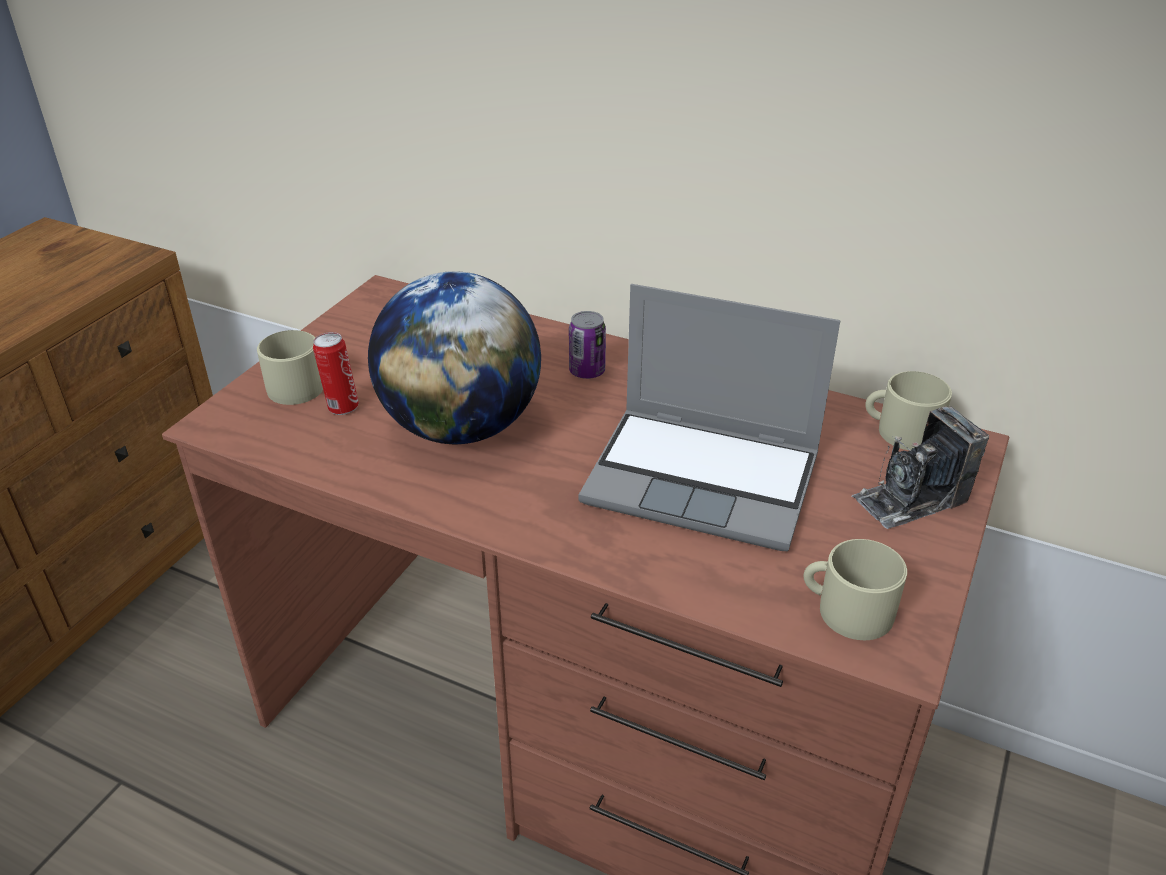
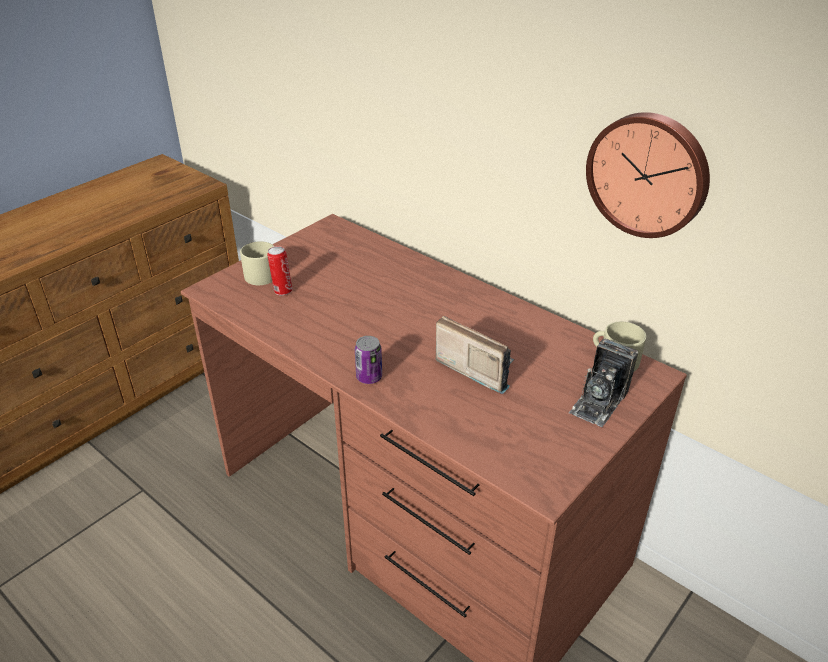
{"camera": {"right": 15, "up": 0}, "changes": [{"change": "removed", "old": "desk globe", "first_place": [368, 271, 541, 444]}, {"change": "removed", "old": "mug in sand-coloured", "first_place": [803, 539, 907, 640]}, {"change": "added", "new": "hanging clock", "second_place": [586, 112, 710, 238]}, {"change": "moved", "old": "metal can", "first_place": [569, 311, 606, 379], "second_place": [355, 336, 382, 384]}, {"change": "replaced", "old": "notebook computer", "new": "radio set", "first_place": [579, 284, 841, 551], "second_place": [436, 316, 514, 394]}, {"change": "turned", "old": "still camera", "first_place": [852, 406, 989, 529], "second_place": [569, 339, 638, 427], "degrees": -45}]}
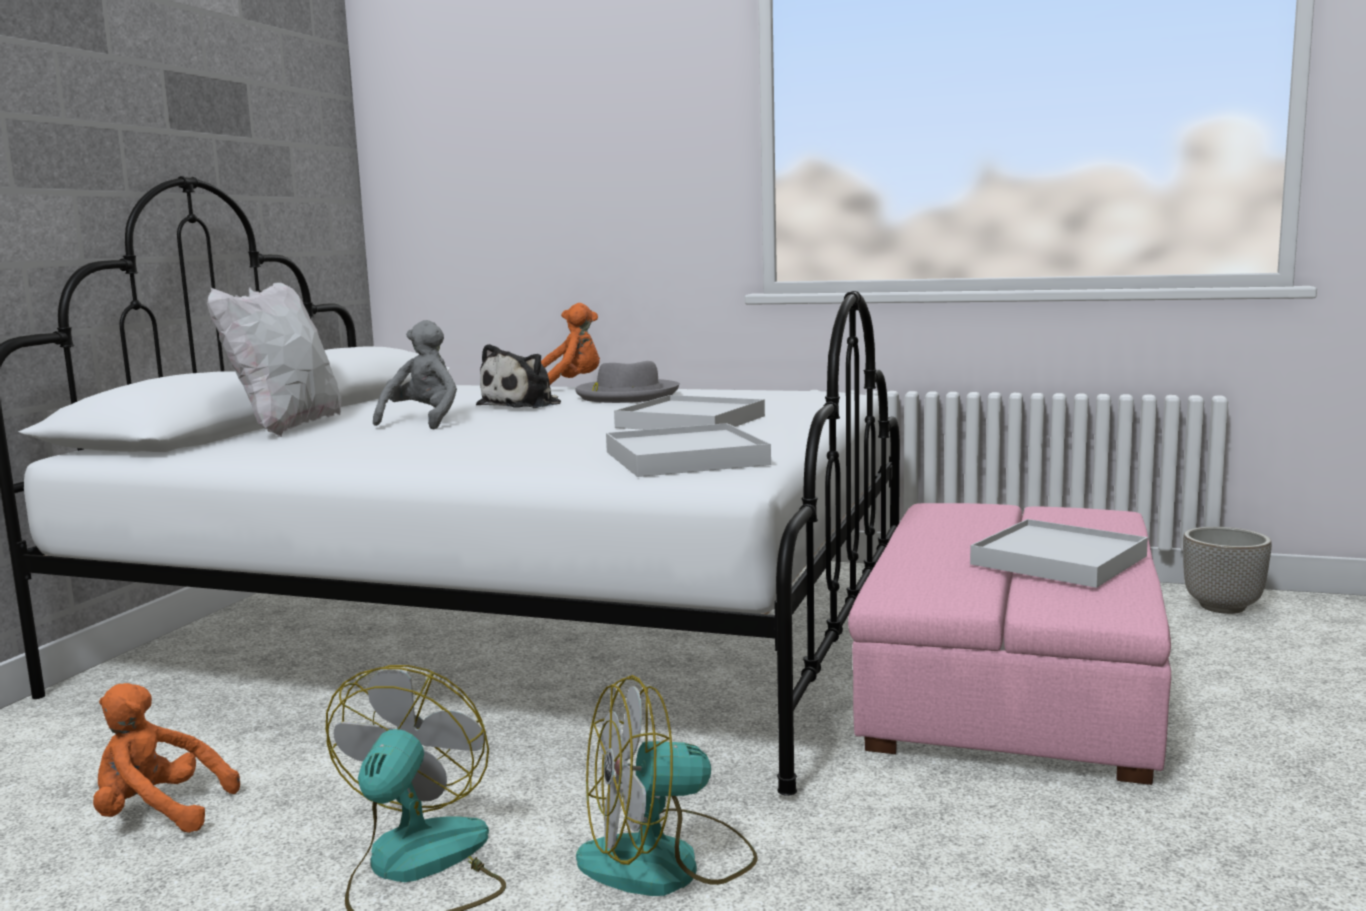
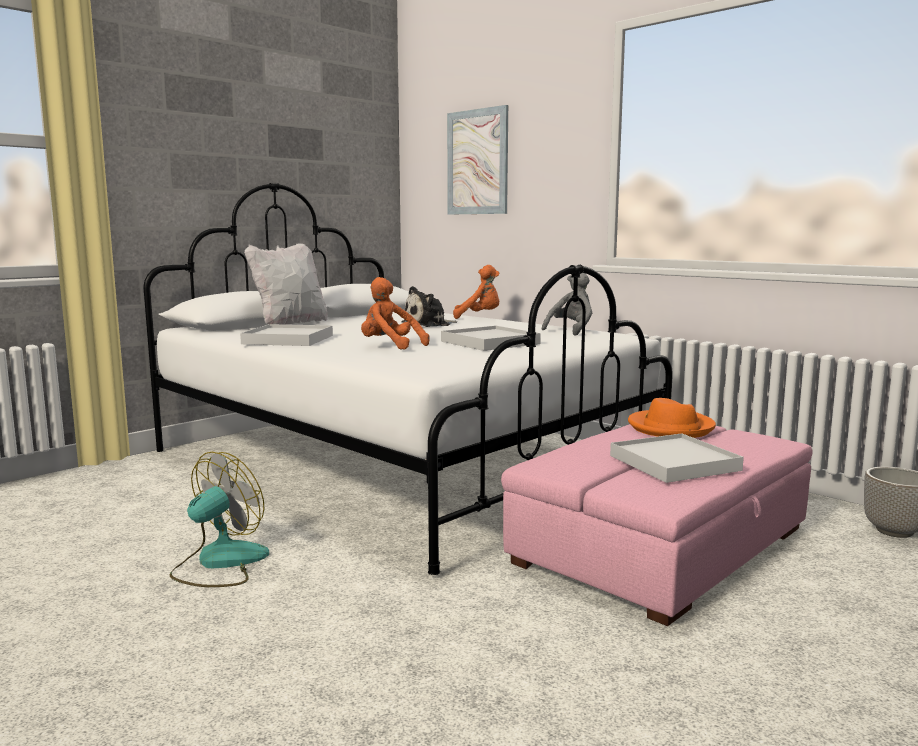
{"camera": {"right": 25, "up": 0}, "changes": [{"change": "removed", "old": "wearable hat in grey", "first_place": [575, 361, 680, 403]}, {"change": "removed", "old": "electric fan", "first_place": [576, 675, 758, 896]}, {"change": "added", "new": "picture", "second_place": [447, 105, 508, 215]}, {"change": "added", "new": "wearable hat in orange", "second_place": [628, 398, 716, 438]}, {"change": "moved", "old": "soft toy in orange", "first_place": [93, 683, 240, 833], "second_place": [361, 277, 430, 350]}, {"change": "moved", "old": "soft toy in grey", "first_place": [373, 320, 457, 429], "second_place": [542, 273, 592, 336]}, {"change": "moved", "old": "tray in whitish", "first_place": [606, 423, 771, 477], "second_place": [240, 324, 333, 346]}]}
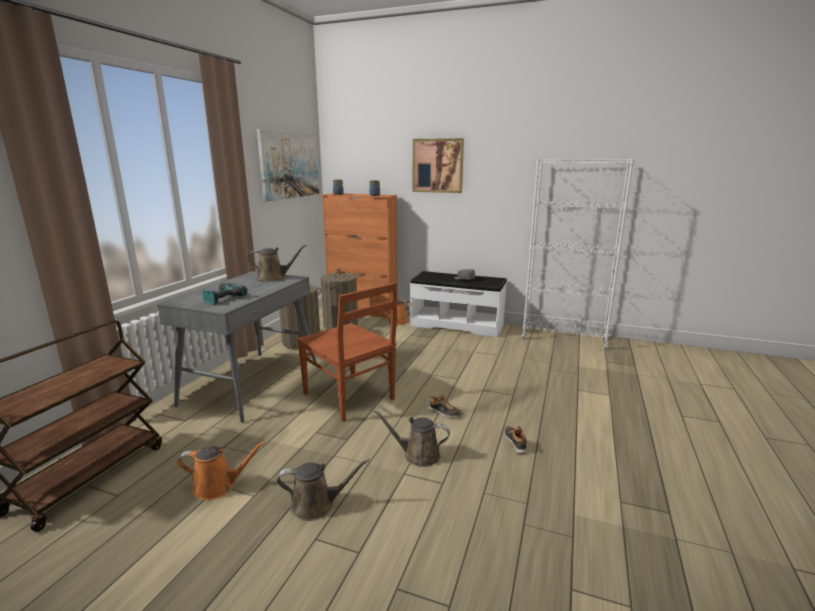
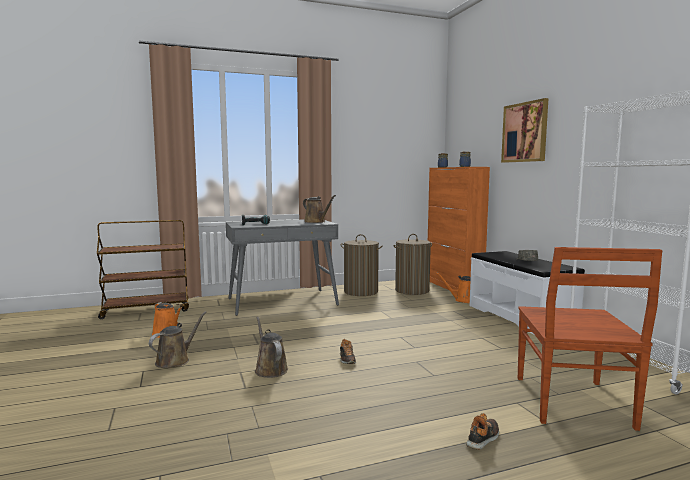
{"camera": {"right": 50, "up": -10}, "changes": [{"change": "removed", "old": "picture", "first_place": [257, 129, 319, 201]}, {"change": "moved", "old": "plain chair in brown", "first_place": [297, 282, 397, 422], "second_place": [518, 247, 663, 431]}, {"change": "moved", "old": "shoe", "first_place": [504, 426, 527, 454], "second_place": [466, 413, 499, 450]}, {"change": "turned", "old": "watering pot in brown", "first_place": [277, 459, 370, 521], "second_place": [149, 311, 207, 368], "degrees": -105}]}
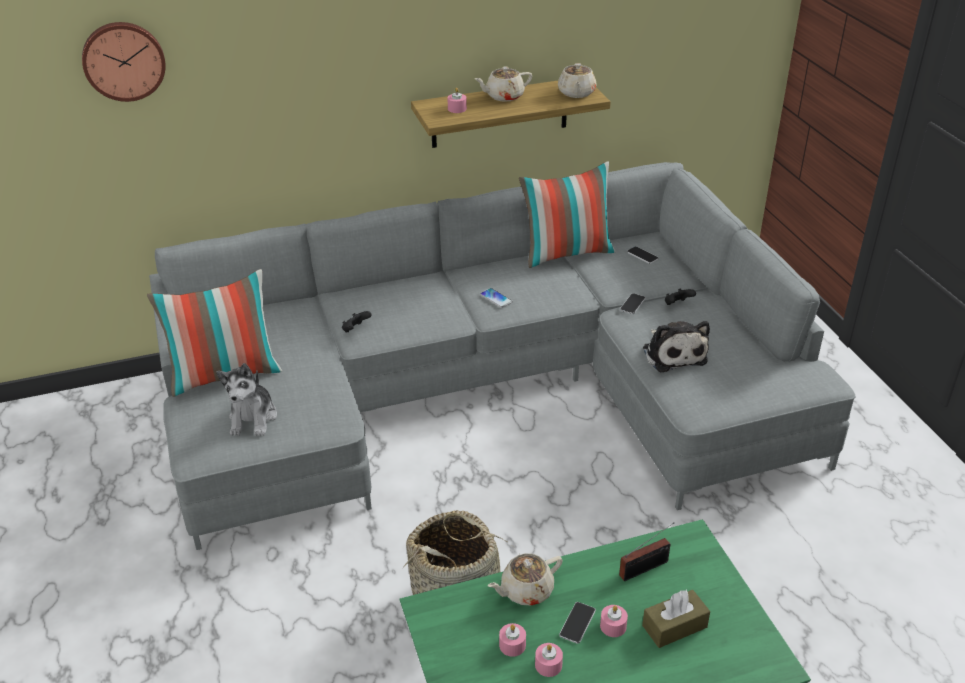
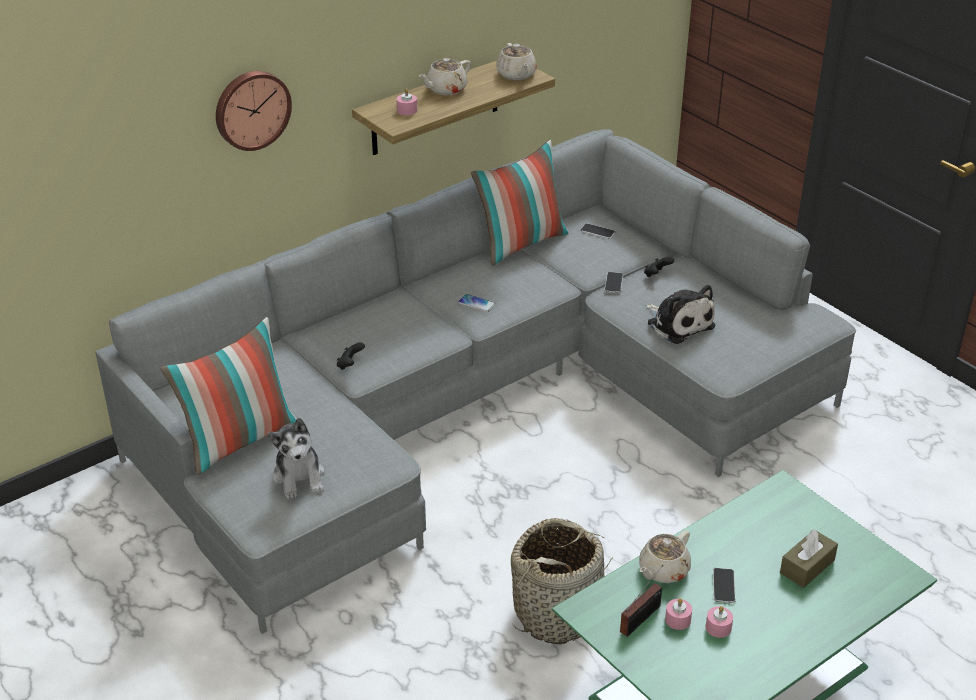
{"camera": {"right": -20, "up": 0}, "changes": [{"change": "removed", "old": "wax candle in pink-coloured", "first_place": [600, 605, 628, 637]}, {"change": "moved", "old": "hanging clock", "first_place": [82, 22, 166, 102], "second_place": [216, 71, 292, 151]}, {"change": "moved", "old": "radio set", "first_place": [619, 523, 674, 581], "second_place": [620, 565, 663, 637]}]}
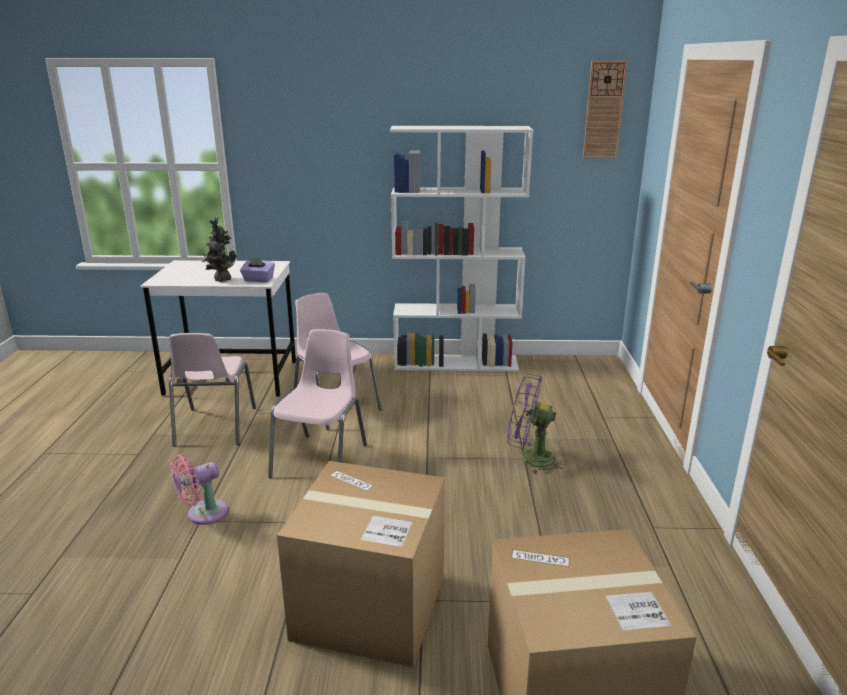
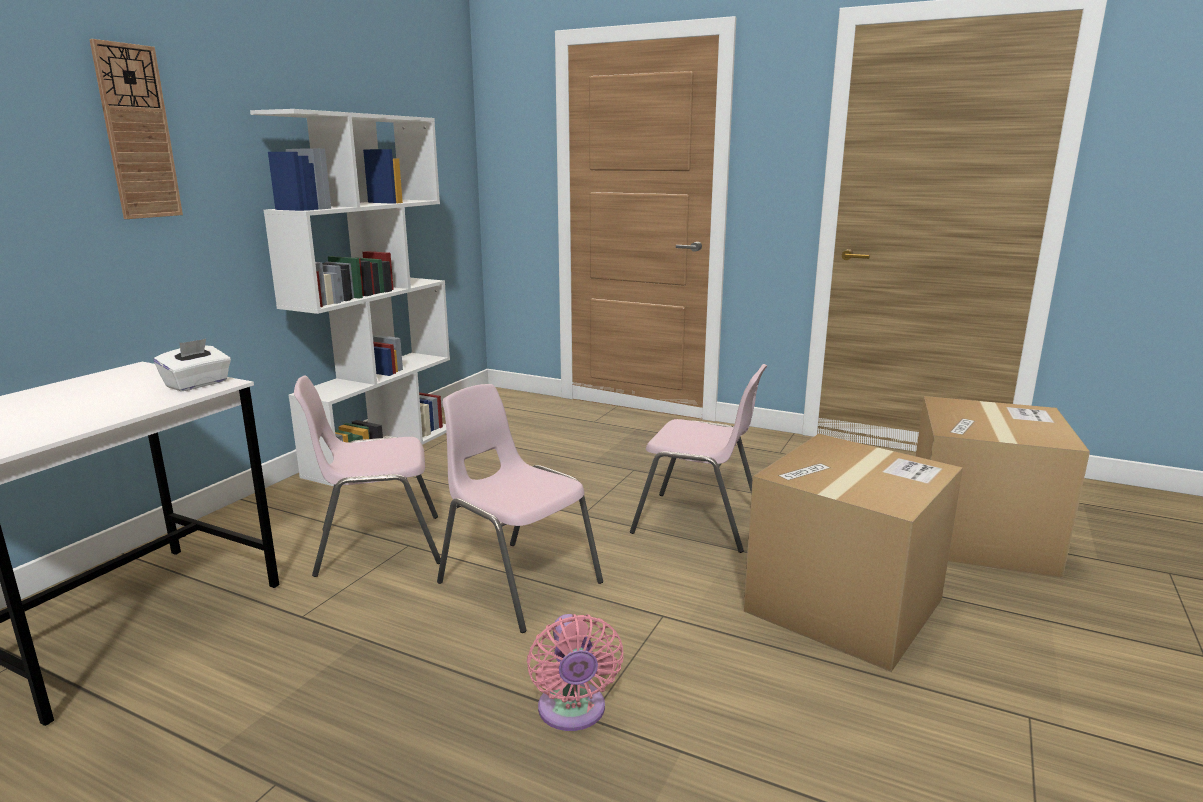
{"camera": {"right": -65, "up": -5}, "changes": [{"change": "removed", "old": "potted plant", "first_place": [202, 218, 236, 282]}, {"change": "removed", "old": "electric fan in purple-coloured", "first_place": [508, 374, 565, 474]}, {"change": "moved", "old": "plain chair in pink-coloured", "first_place": [169, 333, 256, 447], "second_place": [630, 364, 767, 553]}, {"change": "moved", "old": "hanging clock", "first_place": [583, 61, 628, 158], "second_place": [89, 39, 183, 219]}, {"change": "recoloured", "old": "box of tissues in purple-coloured", "new": "box of tissues in whitish", "first_place": [240, 258, 275, 282], "second_place": [154, 338, 231, 392]}]}
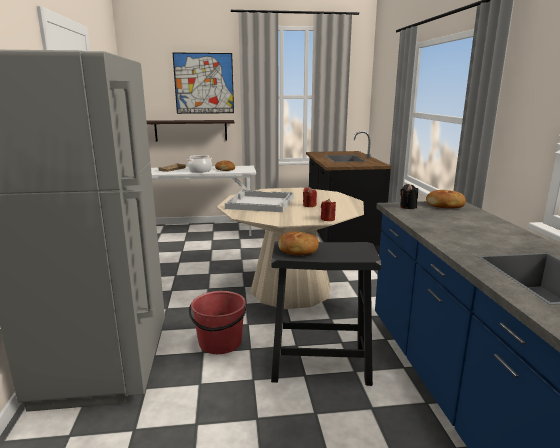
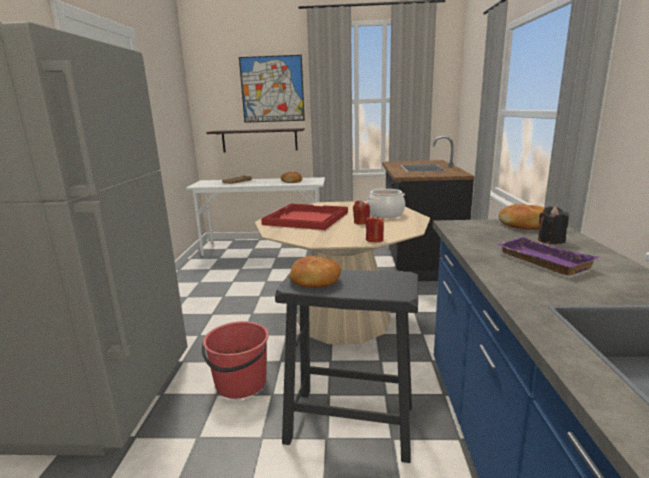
{"camera": {"right": 10, "up": 0}, "changes": [{"change": "added", "new": "tray in purple-coloured", "second_place": [496, 237, 599, 276]}, {"change": "moved", "old": "cooking pot", "first_place": [187, 155, 212, 173], "second_place": [367, 189, 405, 218]}, {"change": "moved", "old": "wax candle in black", "first_place": [400, 184, 418, 209], "second_place": [538, 206, 569, 244]}, {"change": "recoloured", "old": "tray in whitish", "new": "tray in red", "first_place": [225, 190, 294, 212], "second_place": [261, 204, 348, 230]}]}
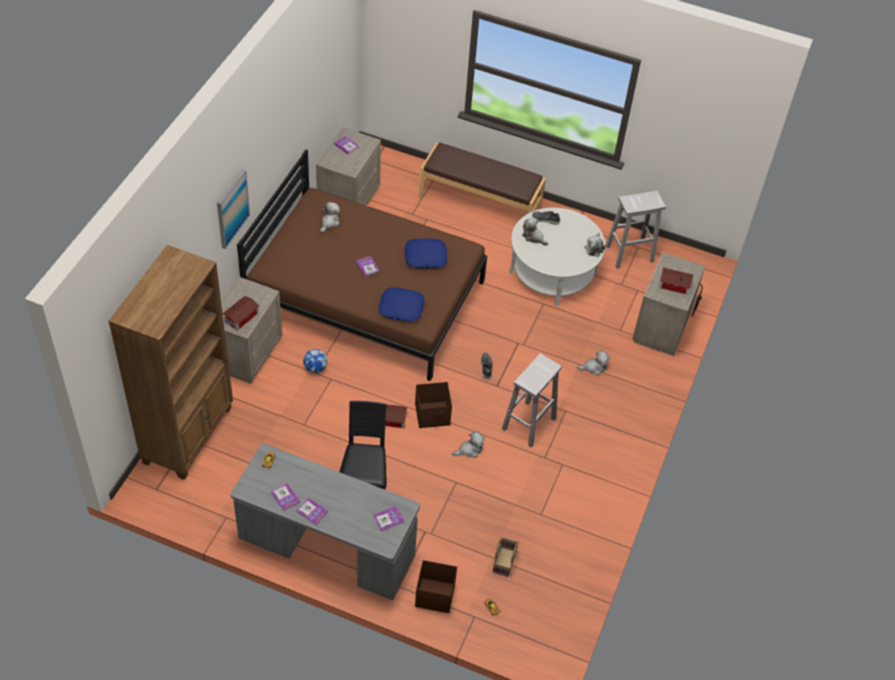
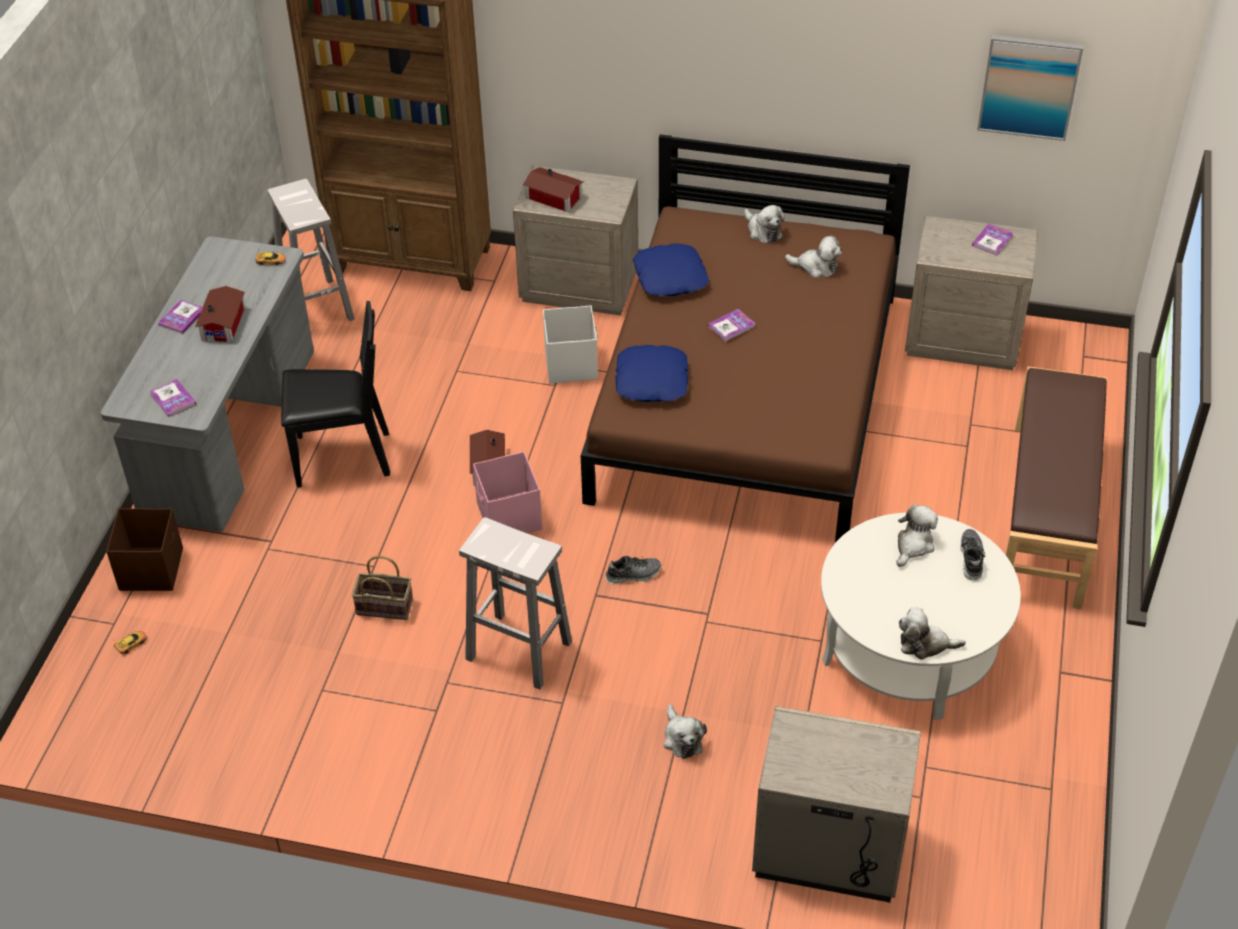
{"camera": {"right": 85, "up": -5}, "changes": [{"change": "removed", "old": "bound book", "first_place": [271, 483, 300, 511]}, {"change": "moved", "old": "picture", "first_place": [217, 169, 250, 249], "second_place": [977, 35, 1084, 141]}, {"change": "moved", "old": "pillow in bluish", "first_place": [404, 239, 447, 269], "second_place": [633, 244, 709, 296]}, {"change": "moved", "old": "soft toy", "first_place": [452, 431, 485, 458], "second_place": [744, 205, 785, 243]}, {"change": "moved", "old": "household basket", "first_place": [493, 537, 519, 577], "second_place": [352, 555, 413, 620]}, {"change": "moved", "old": "stool in whitish", "first_place": [606, 191, 666, 269], "second_place": [268, 179, 355, 321]}, {"change": "moved", "old": "miniature house", "first_place": [659, 268, 693, 295], "second_place": [195, 286, 245, 342]}, {"change": "replaced", "old": "football", "new": "storage bin in whitish", "first_place": [303, 349, 327, 373], "second_place": [543, 305, 598, 384]}, {"change": "recoloured", "old": "storage bin in brown", "new": "storage bin in pink-coloured", "first_place": [415, 382, 452, 428], "second_place": [473, 451, 542, 533]}]}
